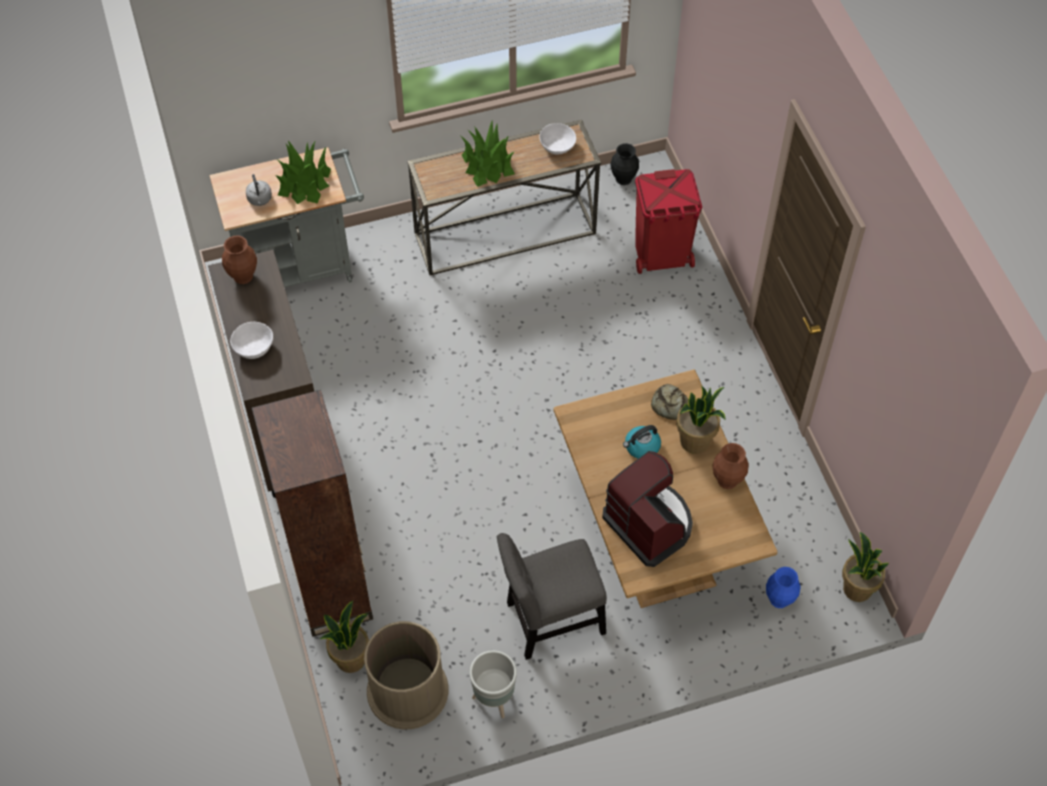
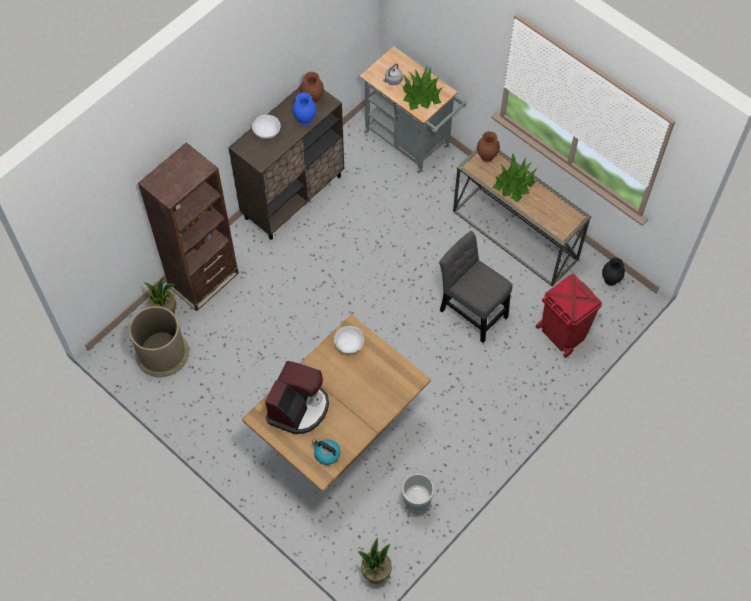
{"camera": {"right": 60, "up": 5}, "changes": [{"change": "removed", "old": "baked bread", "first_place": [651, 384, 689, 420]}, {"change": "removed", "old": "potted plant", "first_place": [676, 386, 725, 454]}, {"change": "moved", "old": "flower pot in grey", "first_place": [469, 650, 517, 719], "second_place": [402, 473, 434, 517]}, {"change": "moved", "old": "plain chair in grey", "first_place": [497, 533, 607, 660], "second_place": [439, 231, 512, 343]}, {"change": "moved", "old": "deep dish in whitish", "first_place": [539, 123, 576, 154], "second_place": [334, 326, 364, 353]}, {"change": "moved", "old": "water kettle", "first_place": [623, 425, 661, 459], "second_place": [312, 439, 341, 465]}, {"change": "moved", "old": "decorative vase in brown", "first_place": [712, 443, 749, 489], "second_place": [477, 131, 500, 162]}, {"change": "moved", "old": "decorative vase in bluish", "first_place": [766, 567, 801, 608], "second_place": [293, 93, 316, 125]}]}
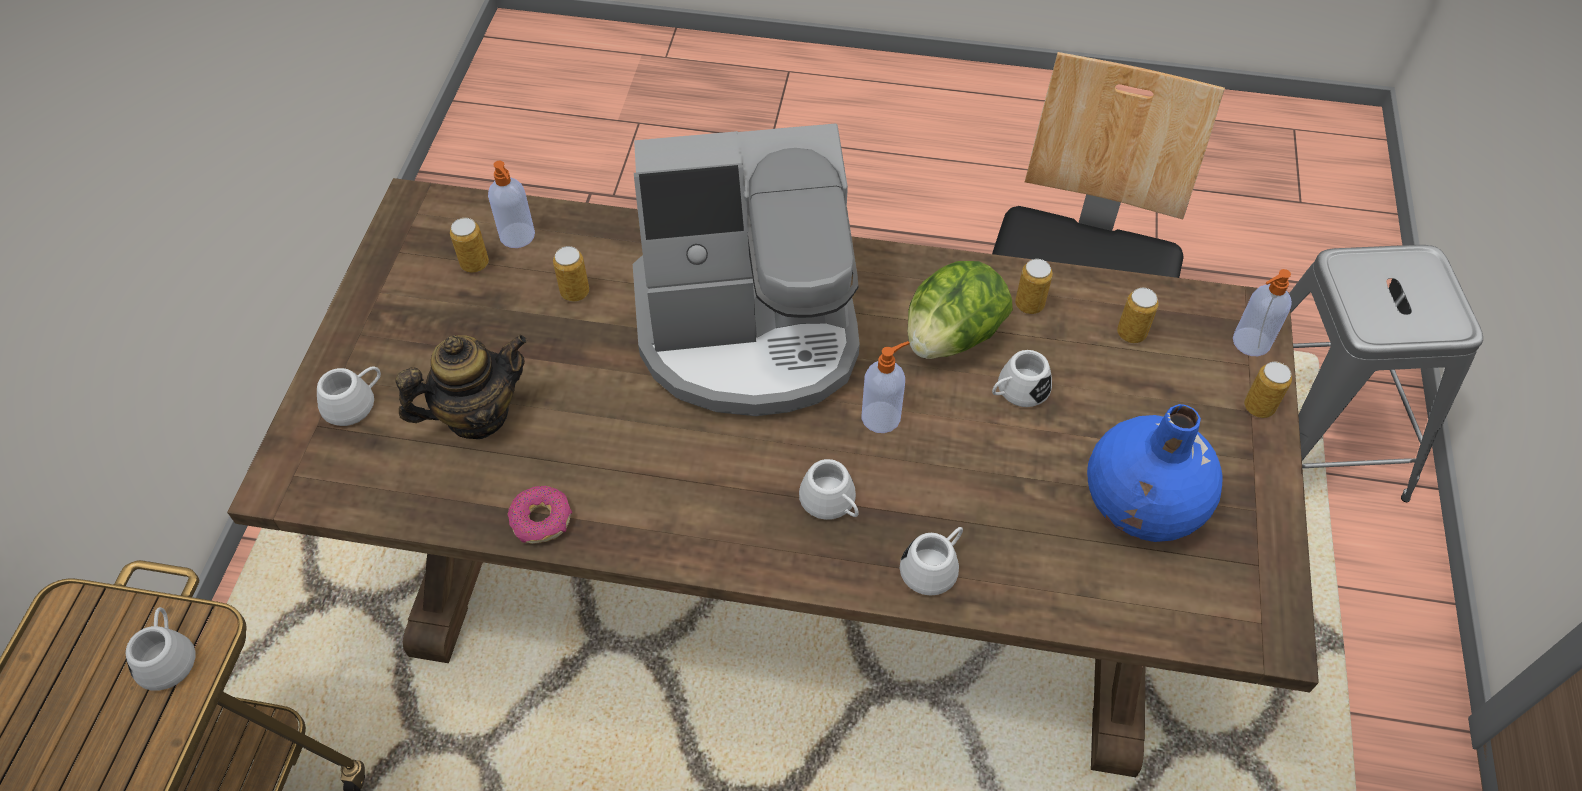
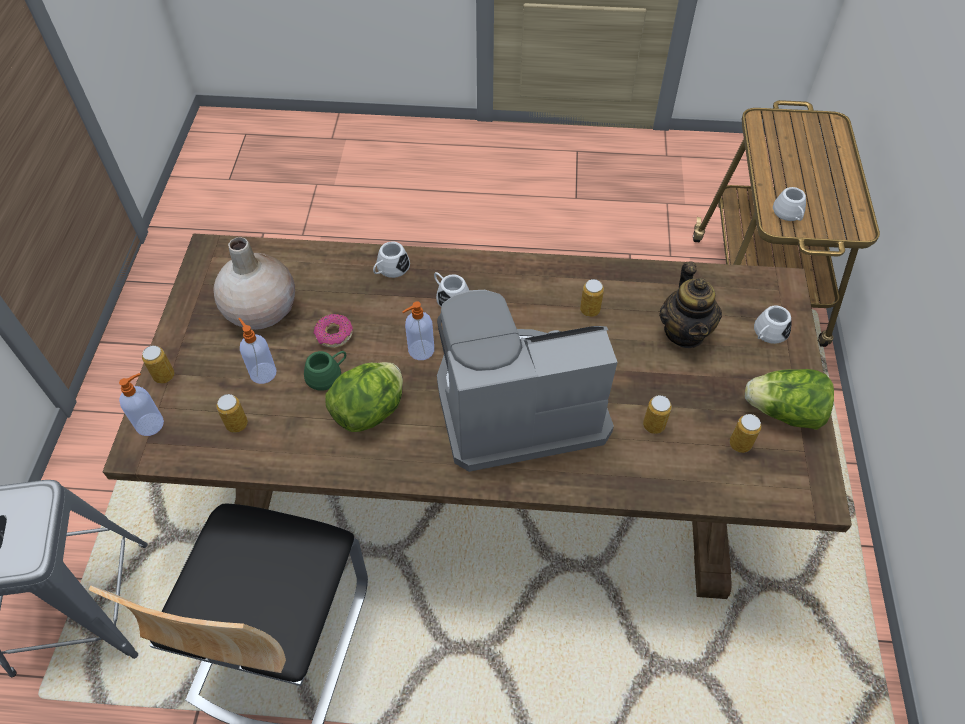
{"camera": {"right": 175, "up": 0}, "changes": [{"change": "added", "new": "head of lettuce", "second_place": [745, 369, 834, 430]}, {"change": "moved", "old": "liquid soap bottle", "first_place": [488, 161, 535, 248], "second_place": [238, 318, 277, 384]}, {"change": "moved", "old": "doughnut", "first_place": [508, 486, 572, 544], "second_place": [314, 314, 353, 348]}, {"change": "moved", "old": "metal can", "first_place": [1015, 259, 1053, 314], "second_place": [580, 279, 604, 317]}, {"change": "recoloured", "old": "mug in whitish", "new": "mug in greenish", "first_place": [992, 350, 1052, 407], "second_place": [304, 351, 346, 391]}, {"change": "recoloured", "old": "decorative vase in bluish", "new": "decorative vase in sand-coloured", "first_place": [1087, 404, 1223, 542], "second_place": [213, 237, 295, 330]}, {"change": "turned", "old": "teapot", "first_place": [395, 335, 527, 439], "second_place": [659, 261, 722, 348], "degrees": -60}]}
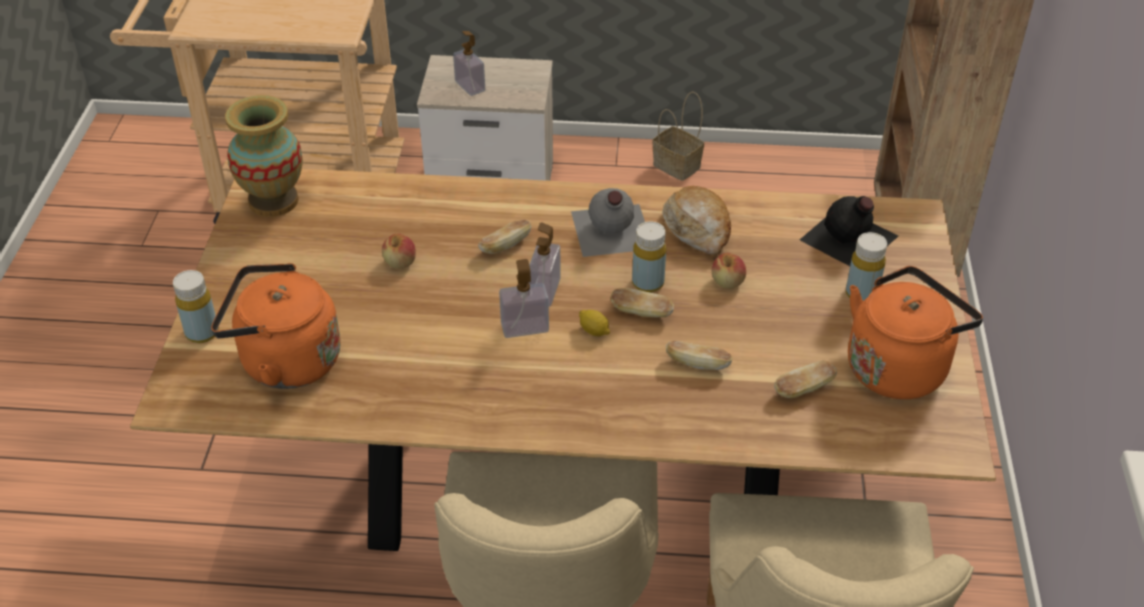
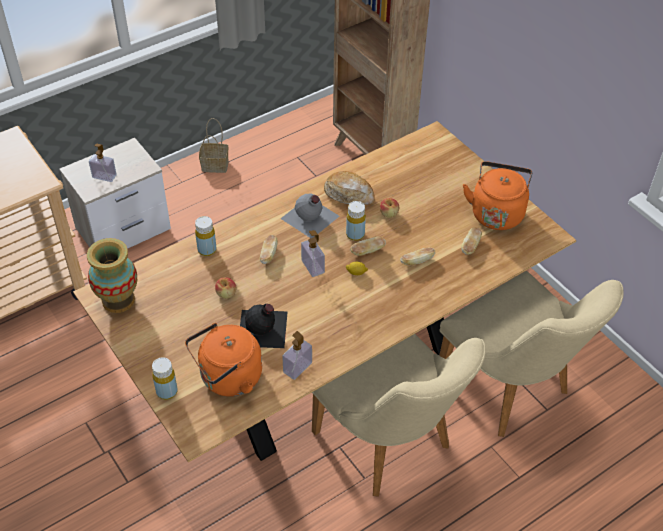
{"camera": {"right": -40, "up": 5}, "changes": [{"change": "moved", "old": "liquid soap bottle", "first_place": [499, 259, 549, 338], "second_place": [282, 331, 312, 380]}, {"change": "moved", "old": "bottle in black", "first_place": [800, 196, 898, 266], "second_place": [240, 304, 288, 348]}, {"change": "moved", "old": "bottle in yellow", "first_place": [846, 232, 887, 301], "second_place": [195, 216, 216, 256]}]}
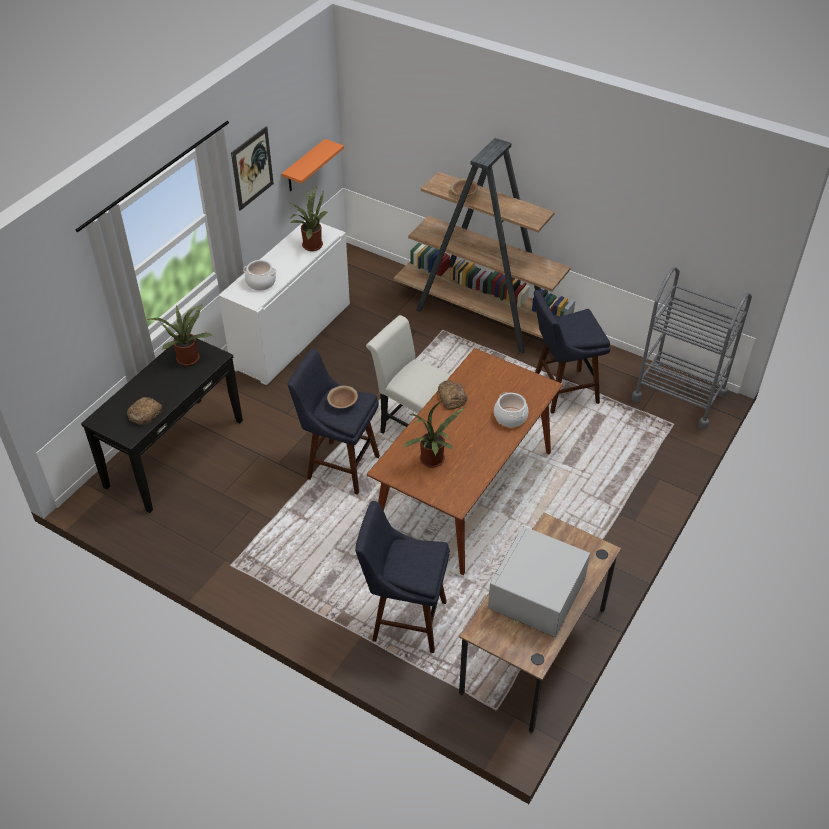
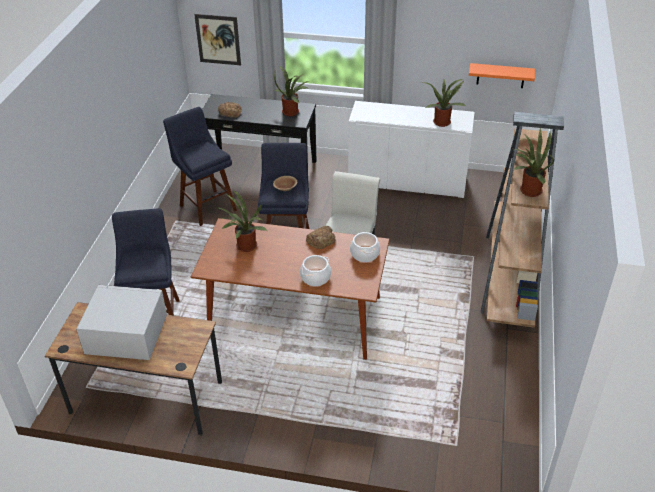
{"camera": {"right": 70, "up": -5}, "changes": [{"change": "removed", "old": "cart in grey", "first_place": [631, 267, 752, 429]}, {"change": "added", "new": "potted plant", "second_place": [514, 129, 554, 197]}, {"change": "moved", "old": "picture", "first_place": [231, 126, 274, 211], "second_place": [194, 14, 241, 65]}, {"change": "moved", "old": "cooking pot", "first_place": [243, 260, 276, 291], "second_place": [350, 232, 380, 262]}, {"change": "moved", "old": "stool in bluish", "first_place": [534, 290, 611, 414], "second_place": [163, 107, 237, 226]}]}
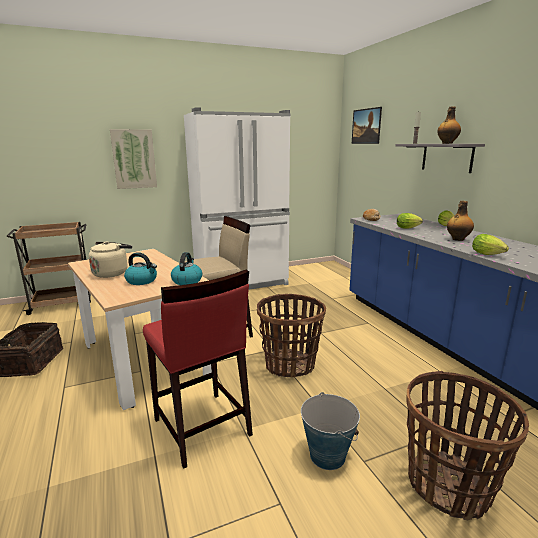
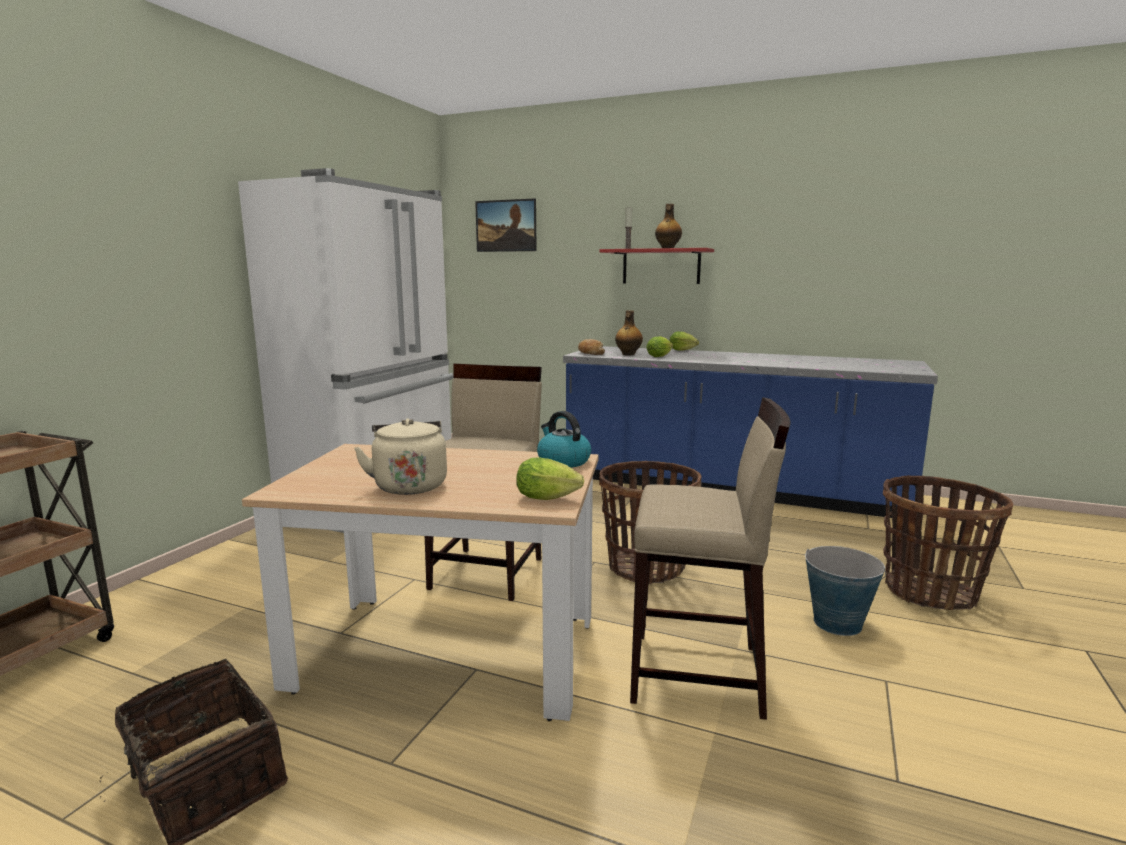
{"camera": {"right": -45, "up": -5}, "changes": [{"change": "removed", "old": "picture", "first_place": [110, 129, 157, 189]}, {"change": "removed", "old": "water kettle", "first_place": [124, 252, 157, 285]}, {"change": "moved", "old": "bottle", "first_place": [447, 201, 474, 241], "second_place": [615, 310, 643, 355]}, {"change": "moved", "old": "head of lettuce", "first_place": [472, 234, 509, 255], "second_place": [516, 457, 584, 500]}, {"change": "recoloured", "old": "stool in red", "new": "stool in sand-coloured", "first_place": [143, 269, 253, 469], "second_place": [630, 397, 791, 720]}, {"change": "recoloured", "old": "wall shelf in grey", "new": "wall shelf in red", "first_place": [395, 144, 485, 173], "second_place": [600, 248, 714, 284]}]}
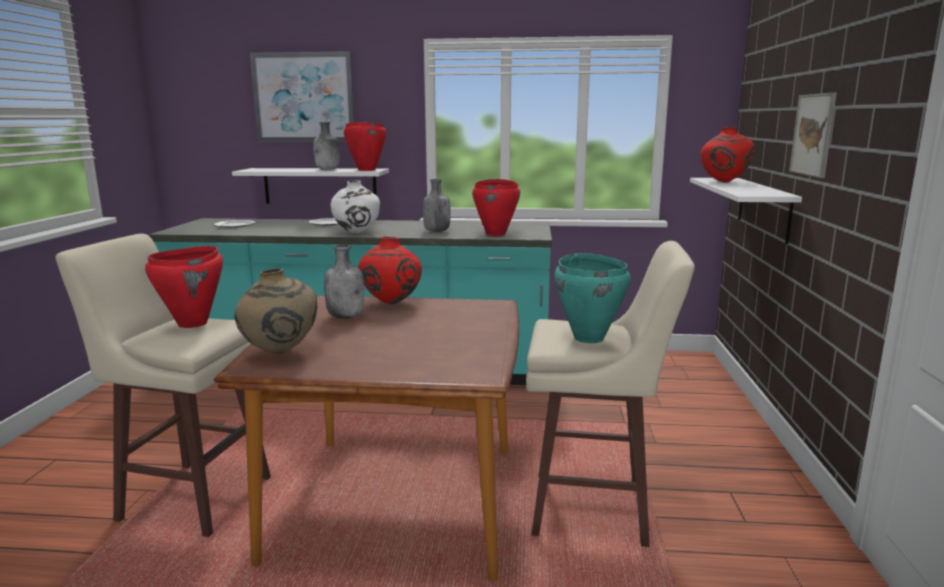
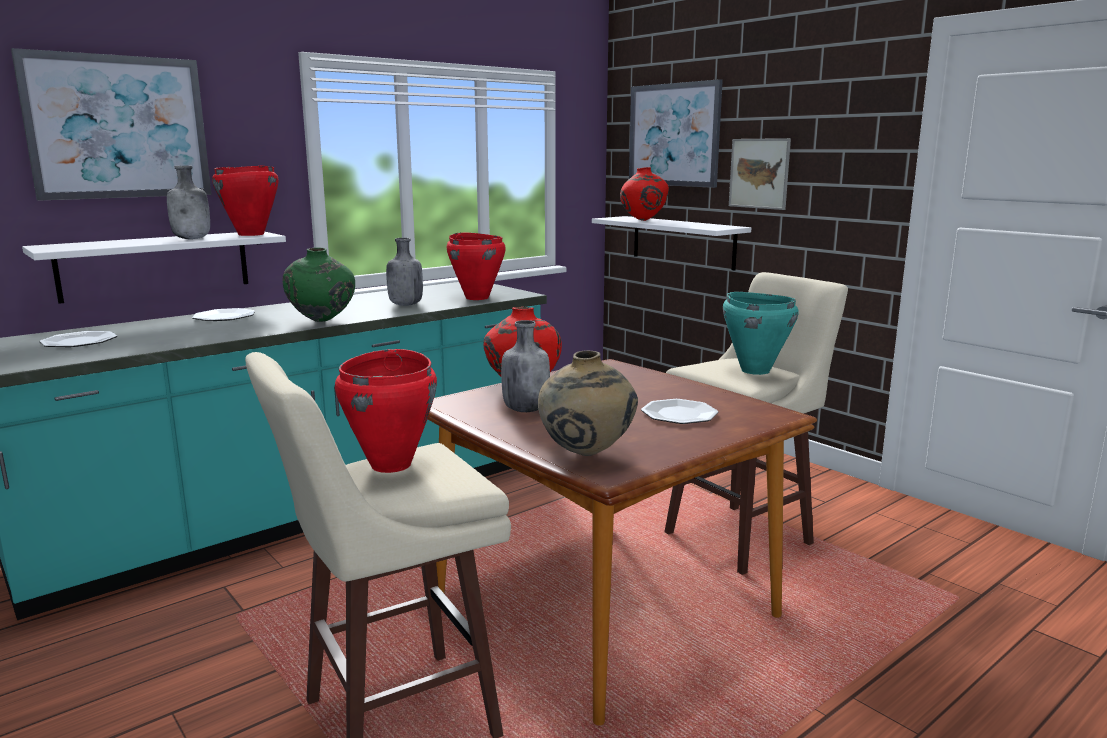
{"camera": {"right": -45, "up": 0}, "changes": [{"change": "added", "new": "picture", "second_place": [629, 79, 723, 188]}, {"change": "added", "new": "plate", "second_place": [641, 399, 718, 424]}, {"change": "recoloured", "old": "decorative vase in whitish", "new": "decorative vase in greenish", "first_place": [330, 180, 381, 234], "second_place": [282, 248, 355, 322]}]}
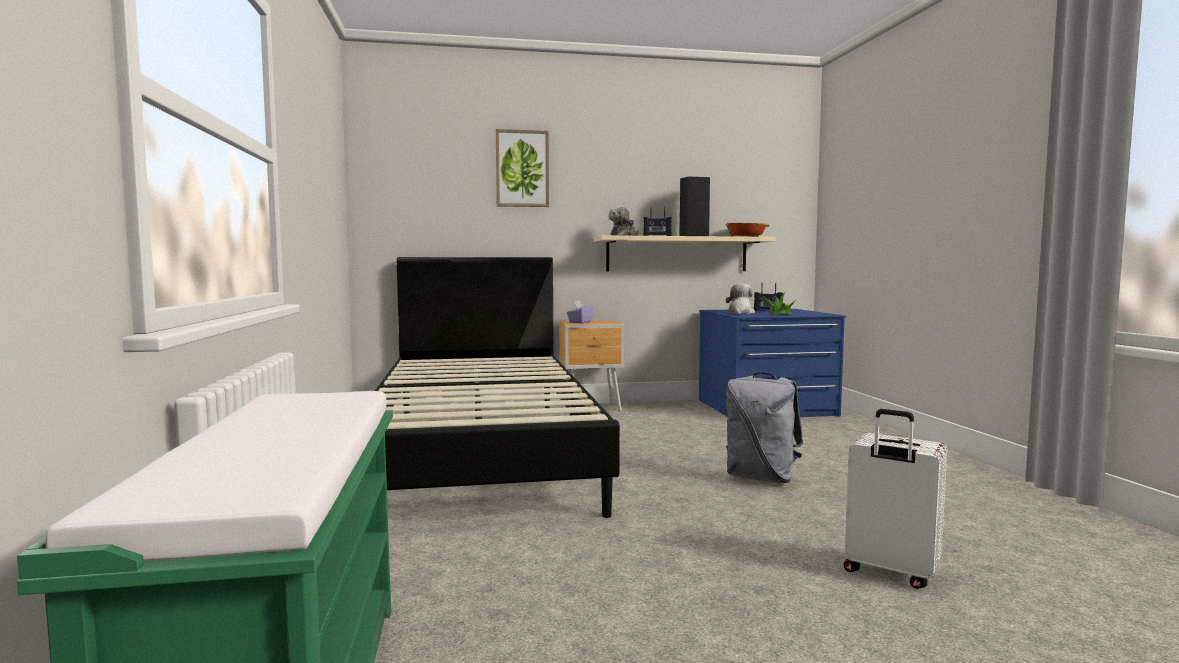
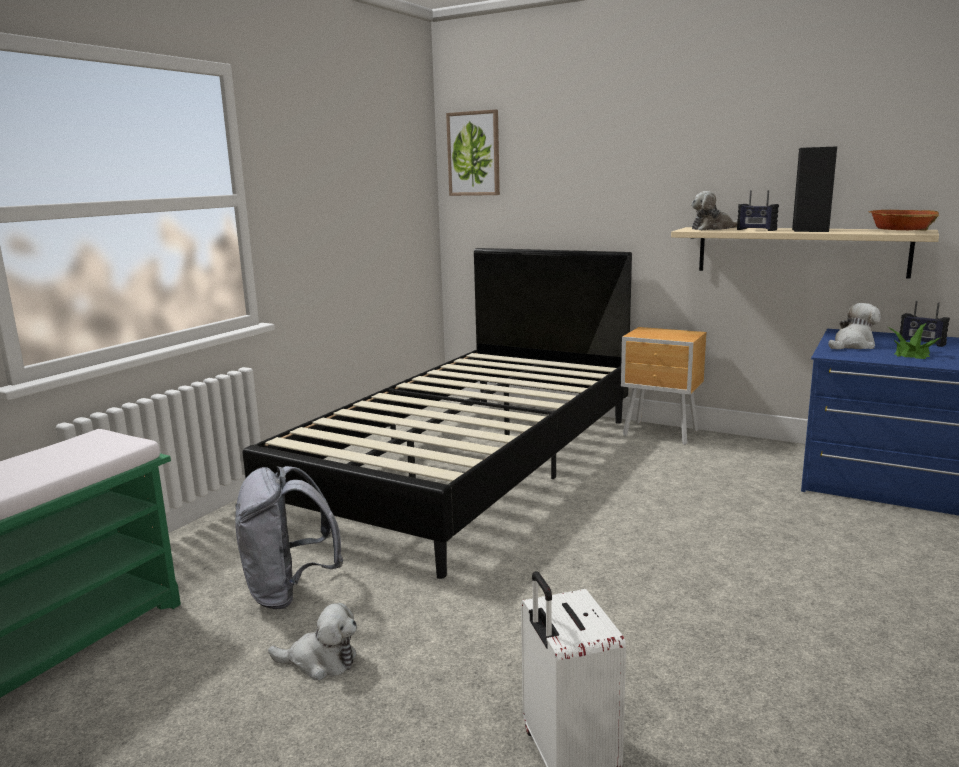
{"camera": {"right": 40, "up": 10}, "changes": [{"change": "removed", "old": "box of tissues in purple-coloured", "first_place": [567, 301, 593, 323]}, {"change": "added", "new": "soft toy", "second_place": [268, 603, 357, 680]}, {"change": "moved", "old": "picture", "first_place": [496, 129, 549, 207], "second_place": [446, 109, 500, 196]}, {"change": "moved", "old": "backpack in grey", "first_place": [726, 372, 803, 483], "second_place": [235, 466, 343, 609]}]}
